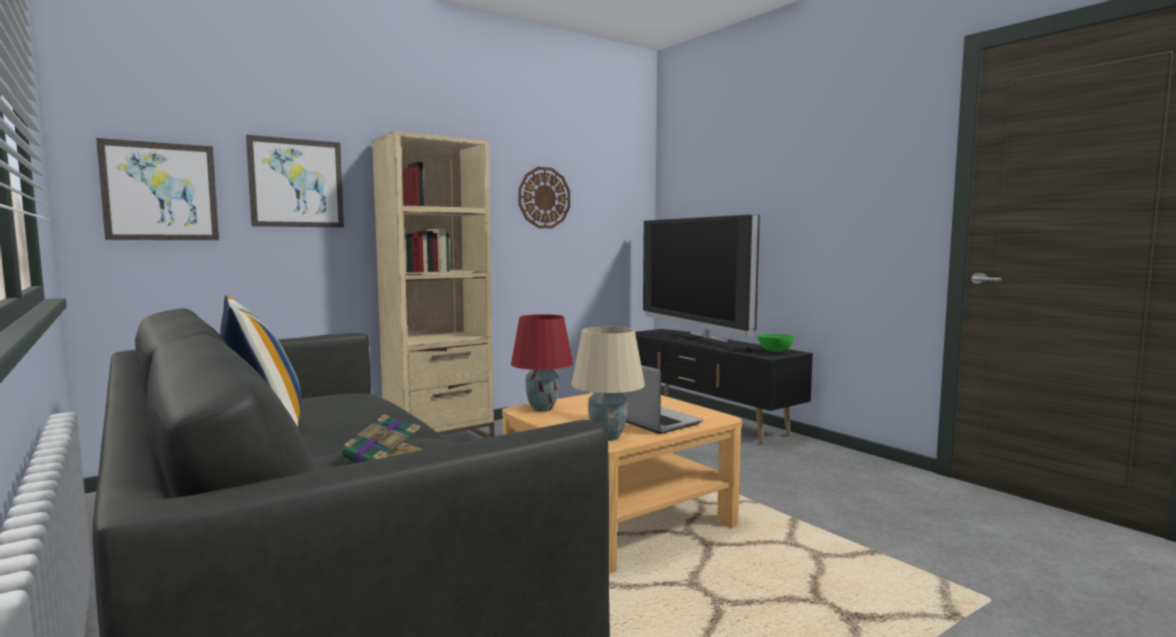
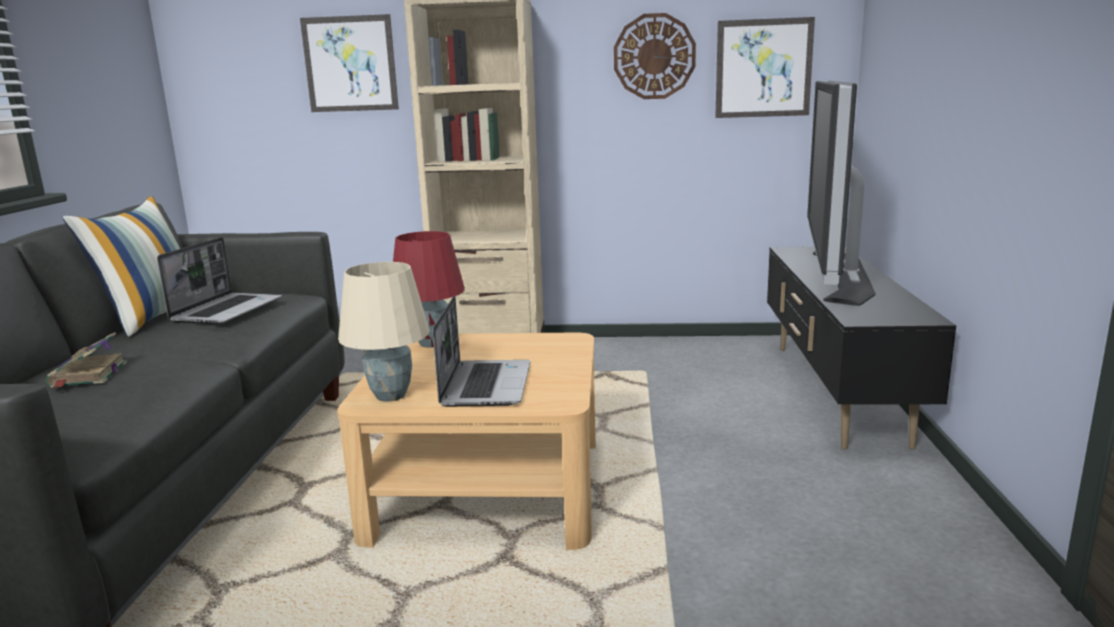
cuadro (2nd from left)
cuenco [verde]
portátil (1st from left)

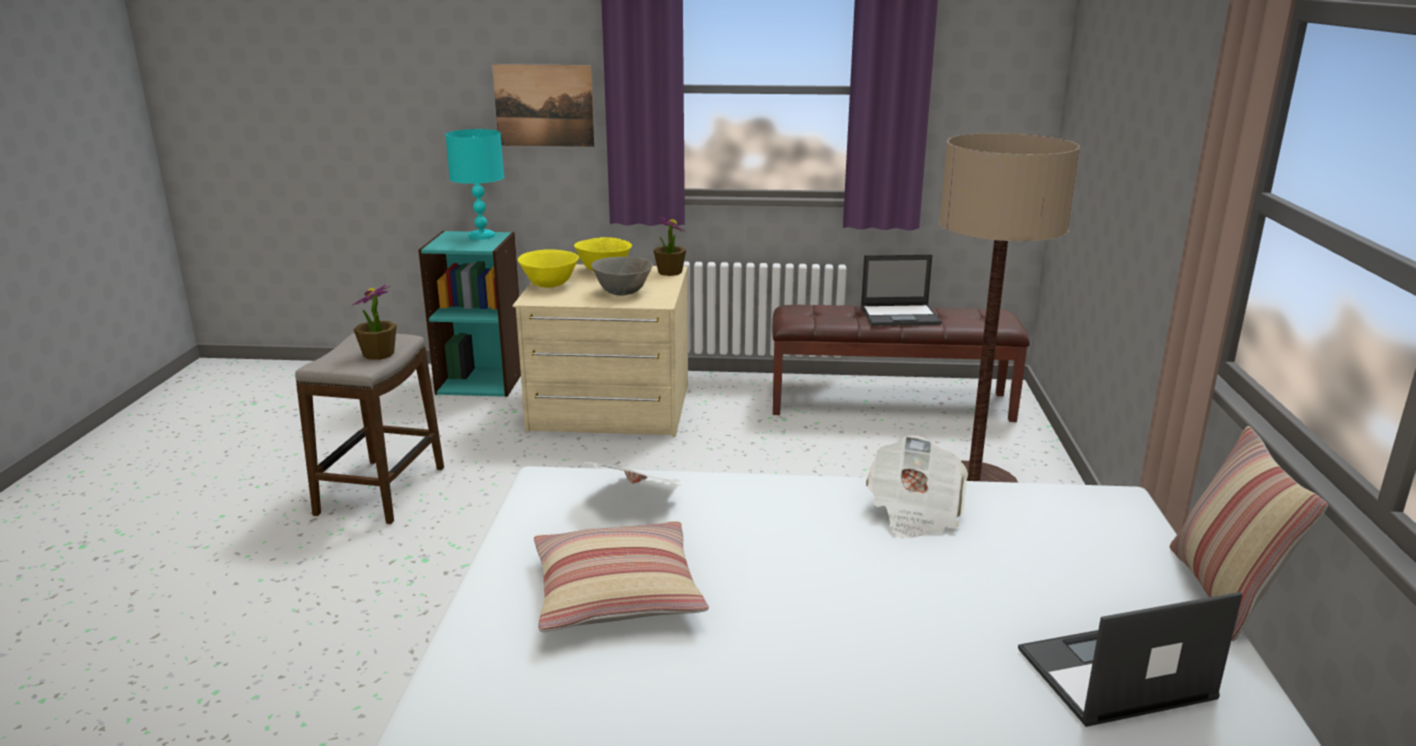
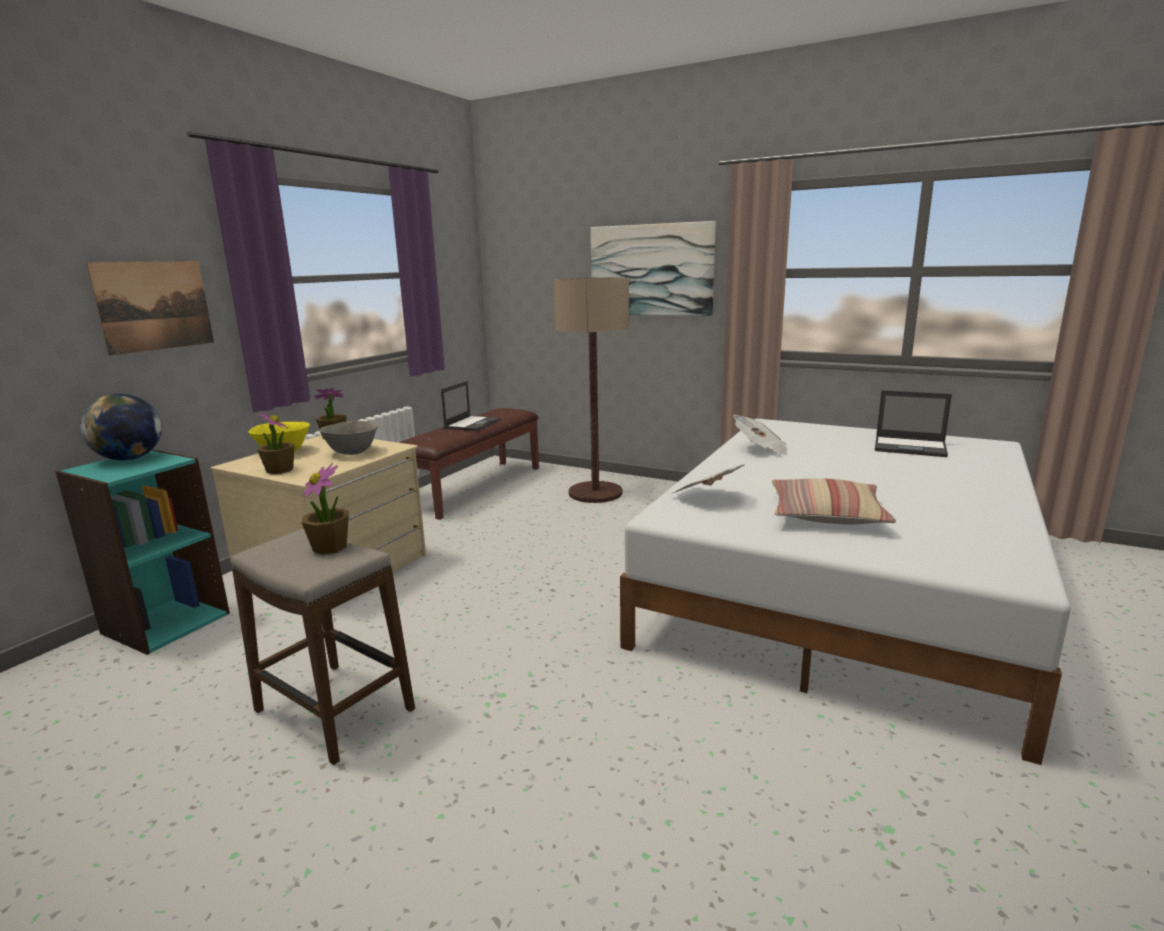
globo terráqueo
planta en maceta (1st from left)
portátil (2nd from left)
cojín (2nd from left in the first image)
cuadro (2nd from left)

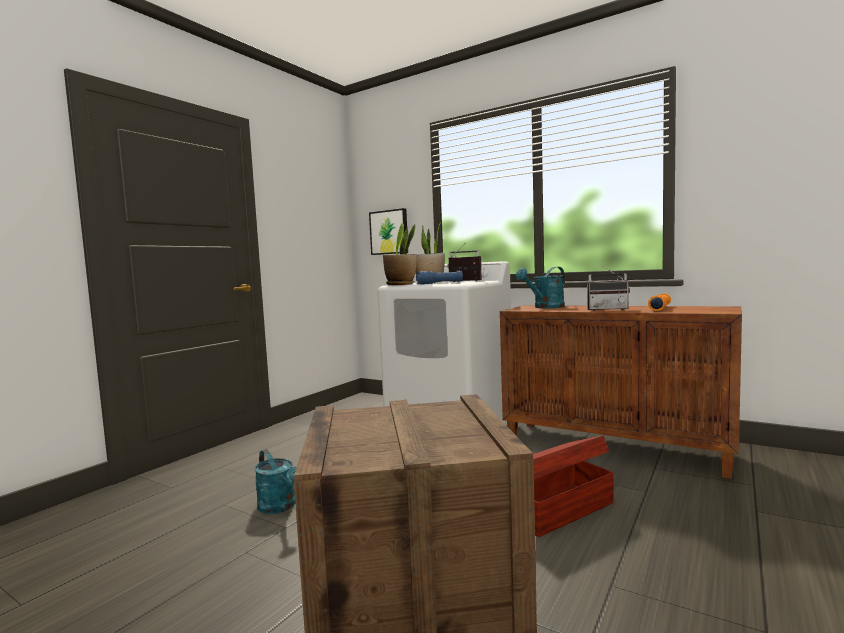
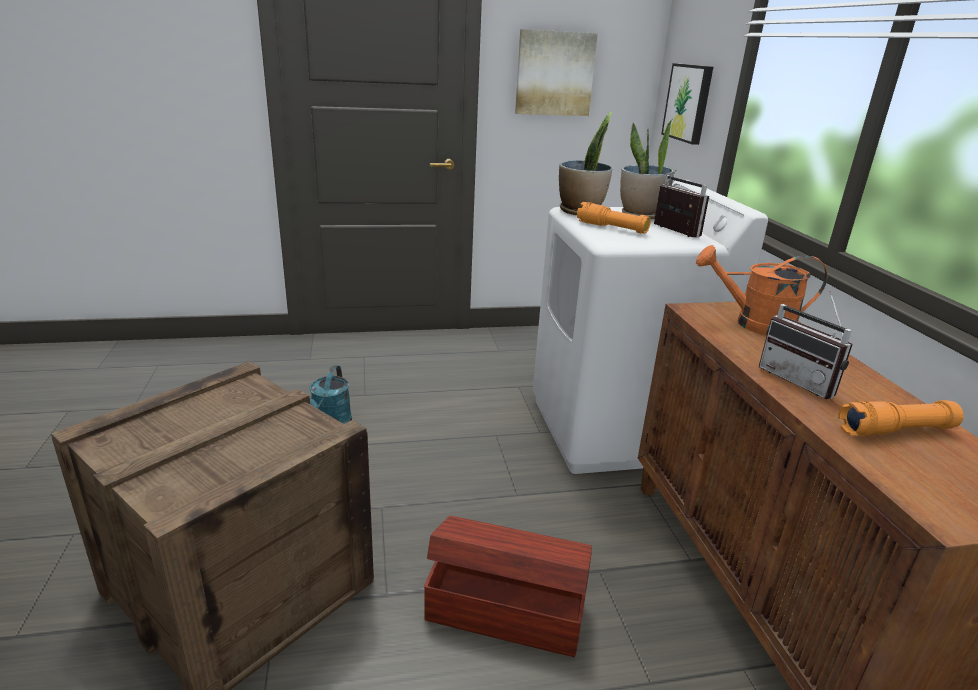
linterna [naranja] (1st from left)
regadera [naranja]
cuadro (1st from left)

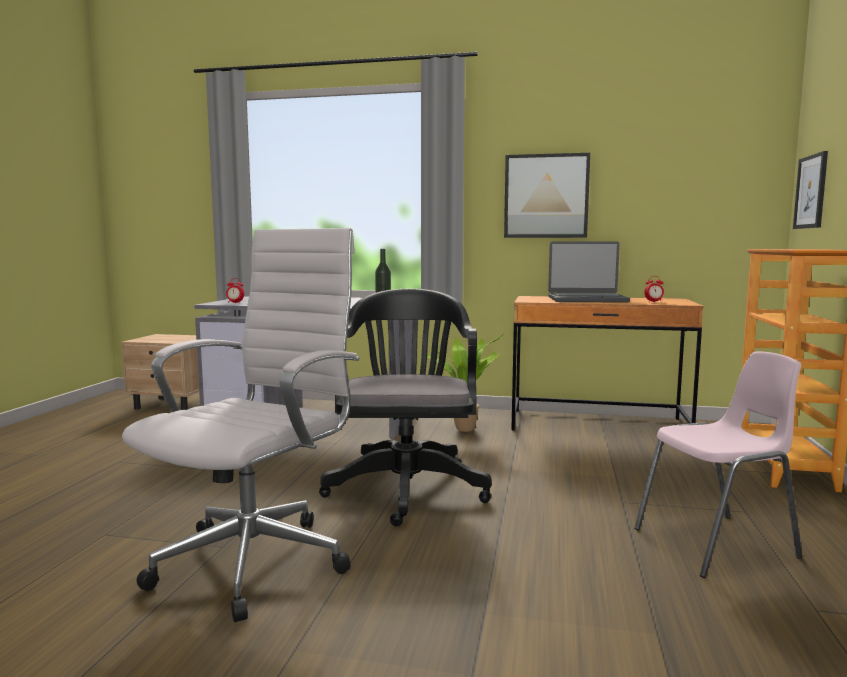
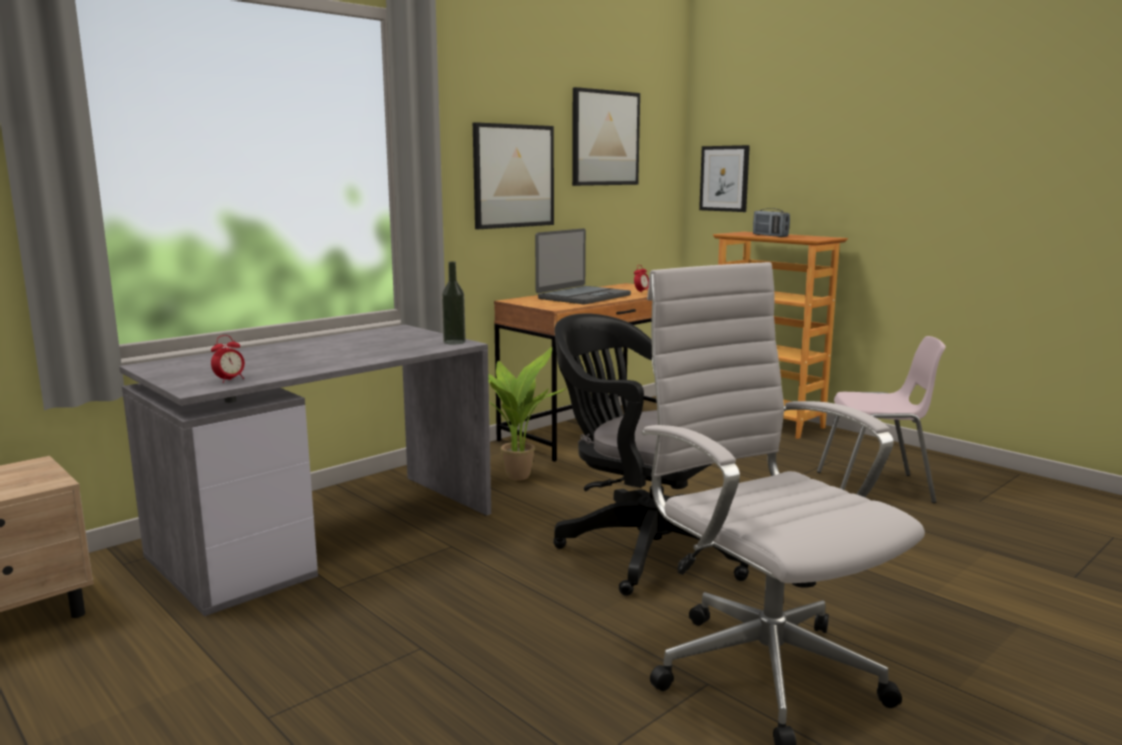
silla [rosa]
cuadro (2nd from left)
radio

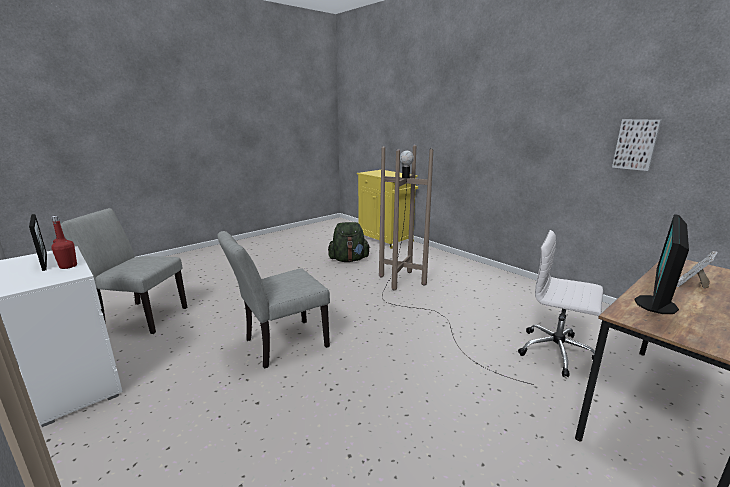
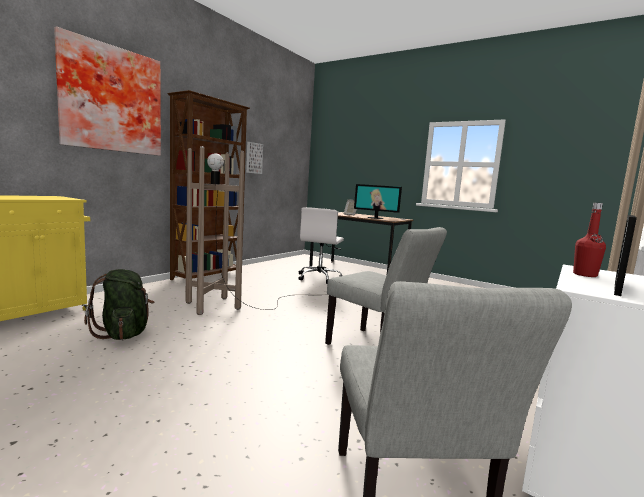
cuadro (1st from left)
estantería [marrón]

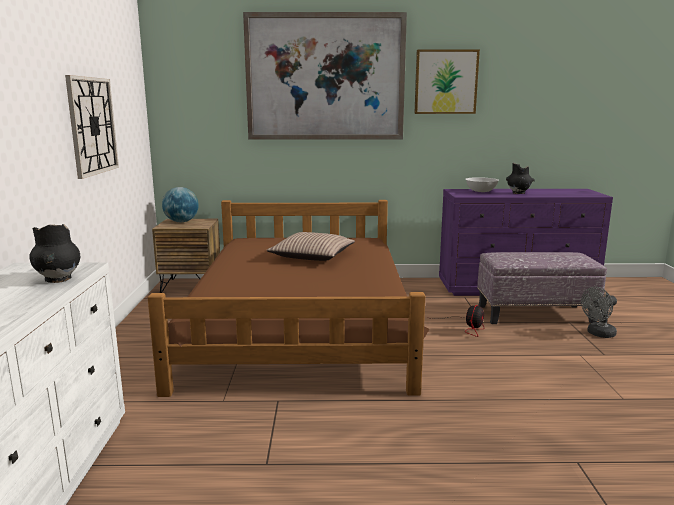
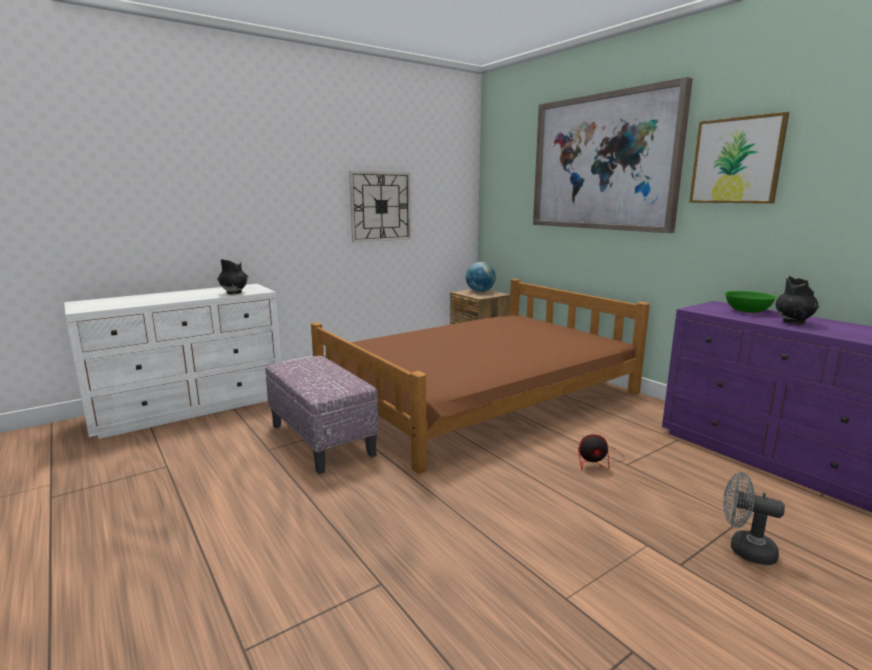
cojín
cuenco [verde]
puf

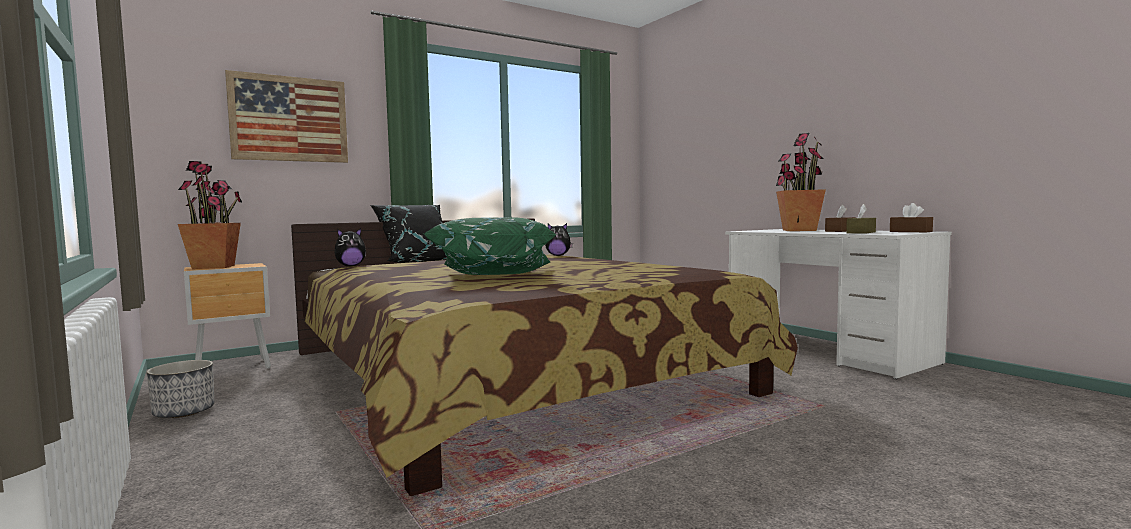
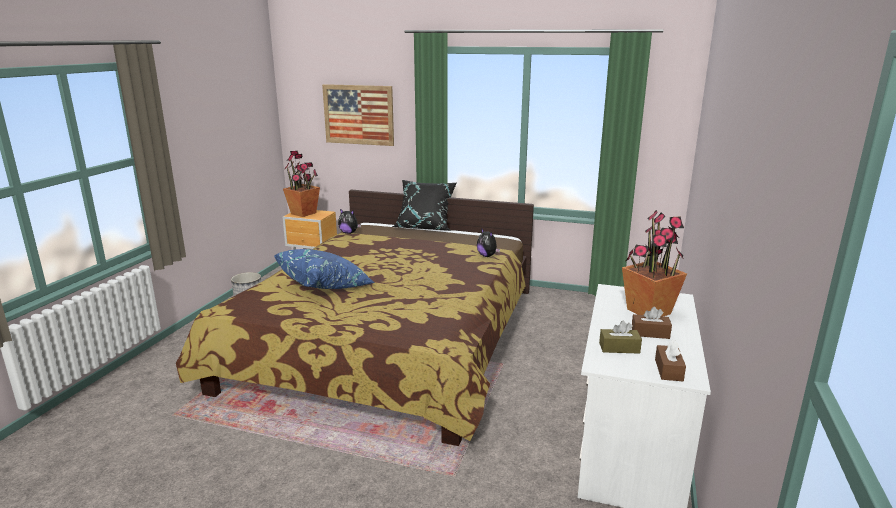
cojín [azul]

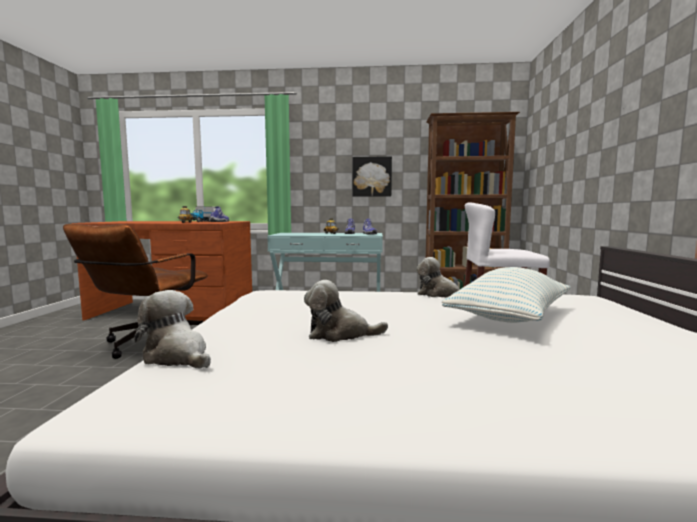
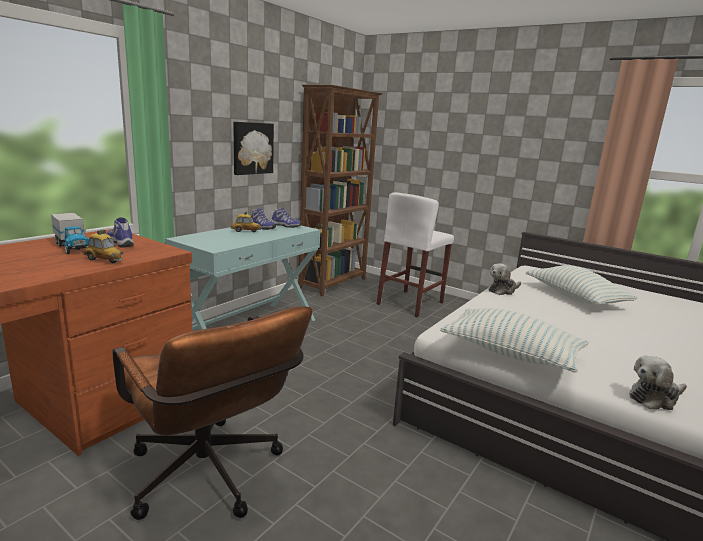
peluche (2nd from left in the first image)
cojín (1st from left)

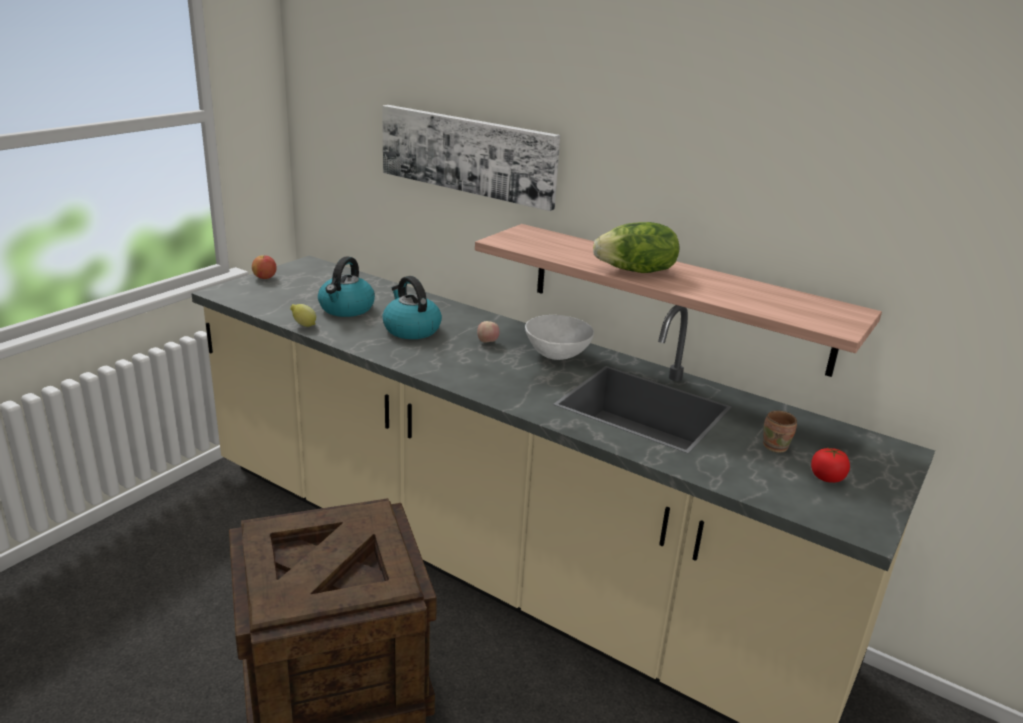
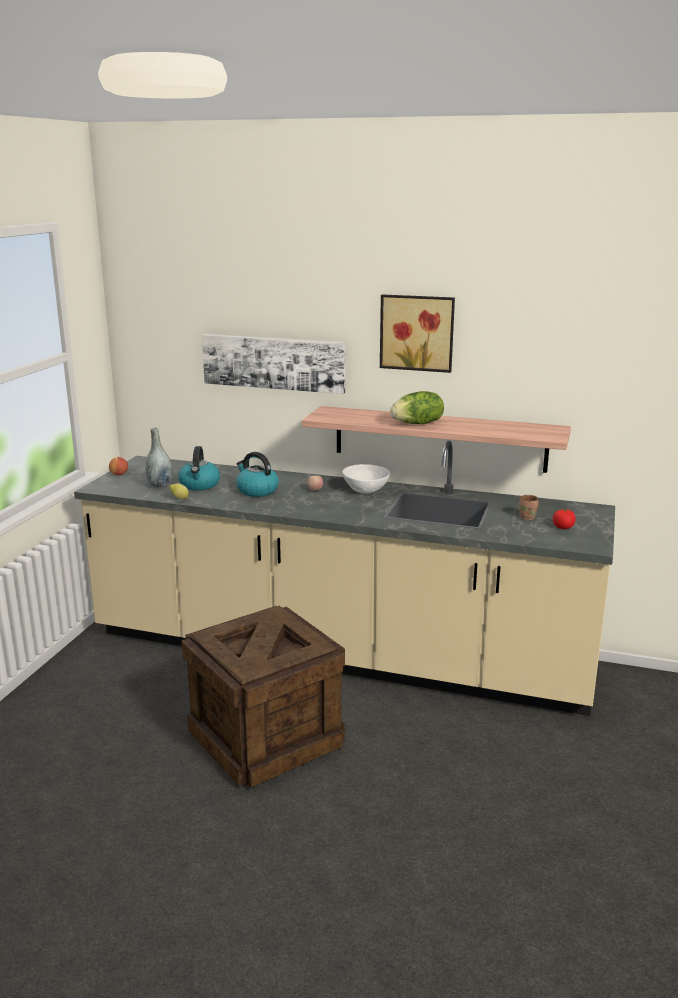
florero [gris]
cuadro (2nd from left)

